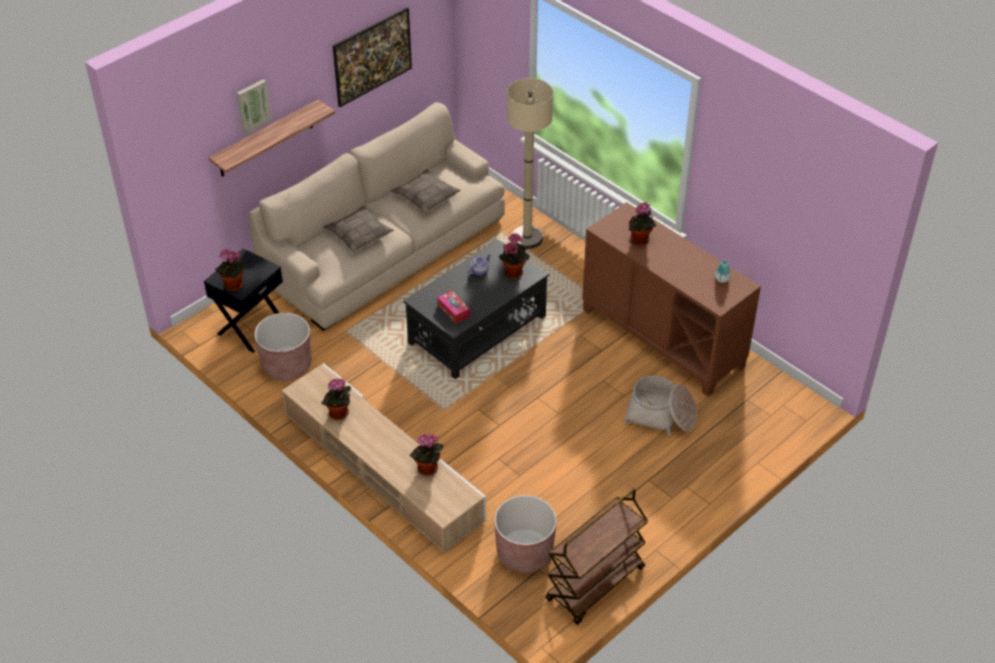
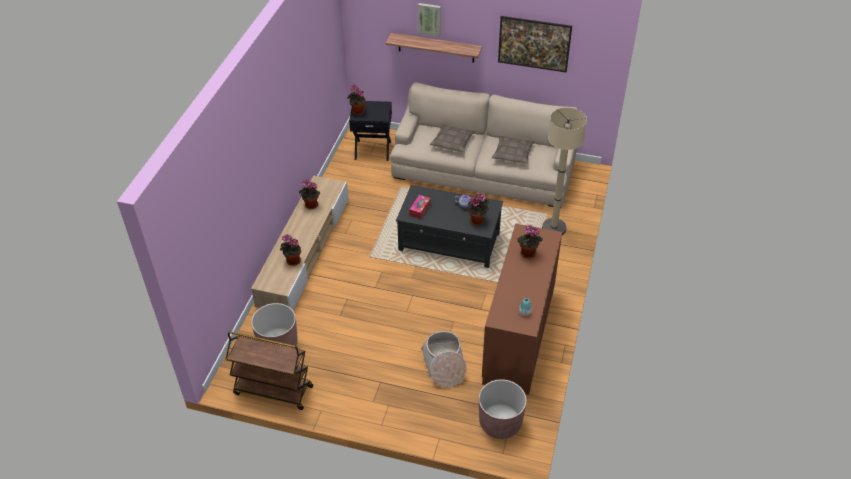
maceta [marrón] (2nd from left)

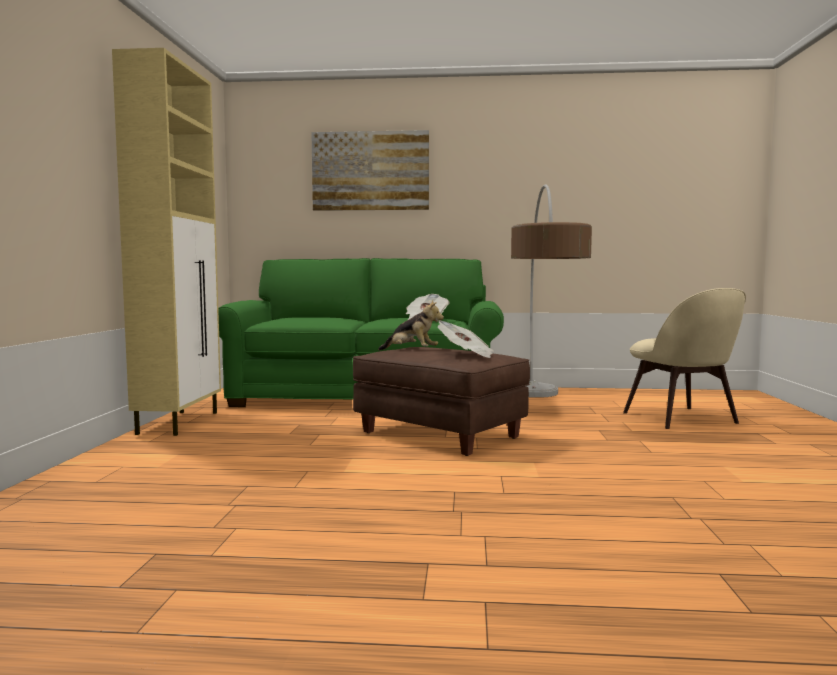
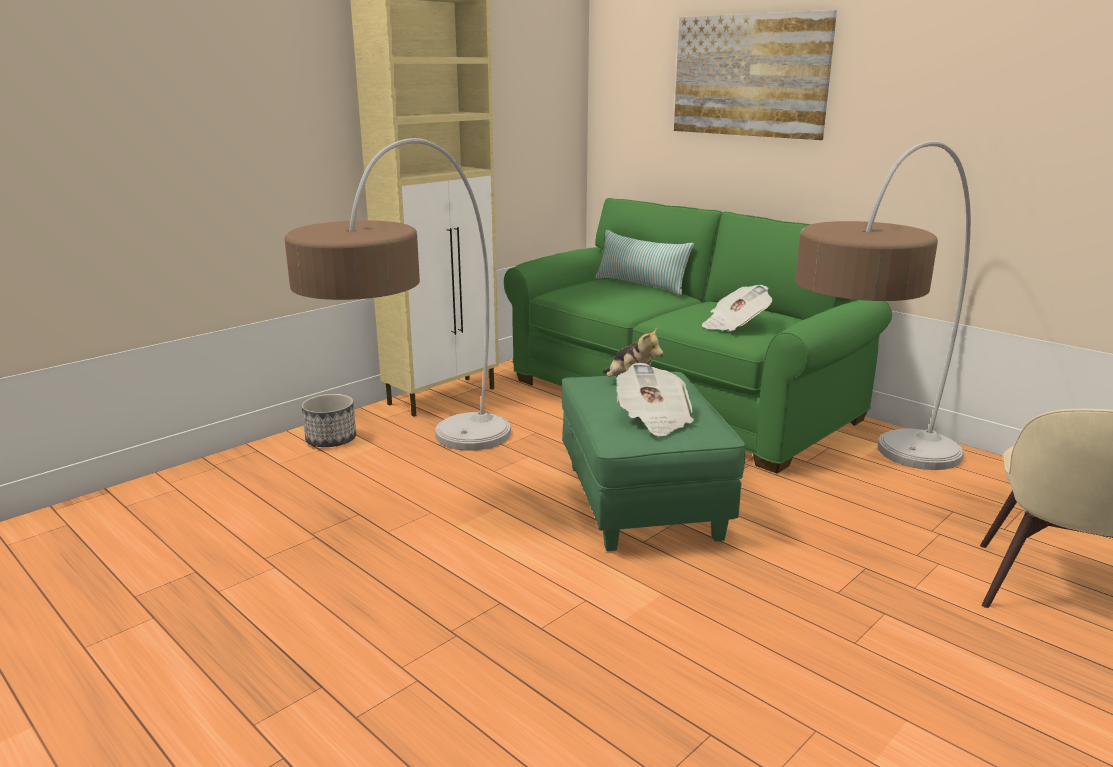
puf [verde]
lámpara de pie (1st from left)
maceta
cojín

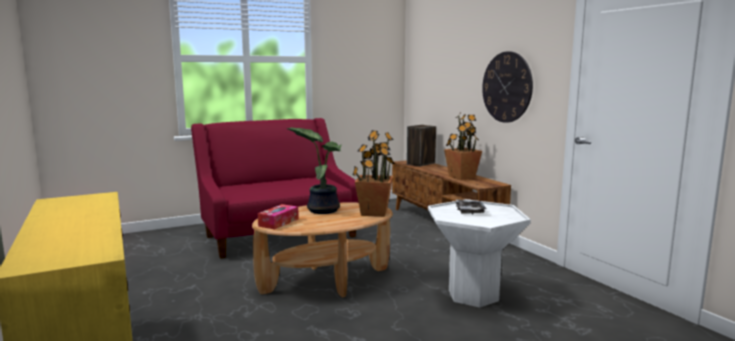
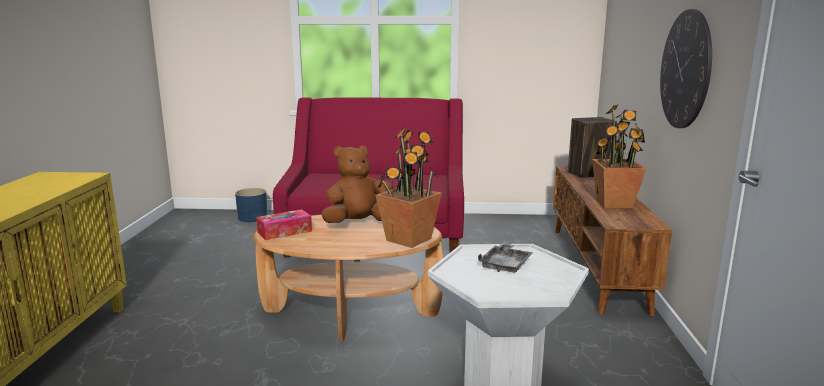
peluche [marrón]
maceta [azul]

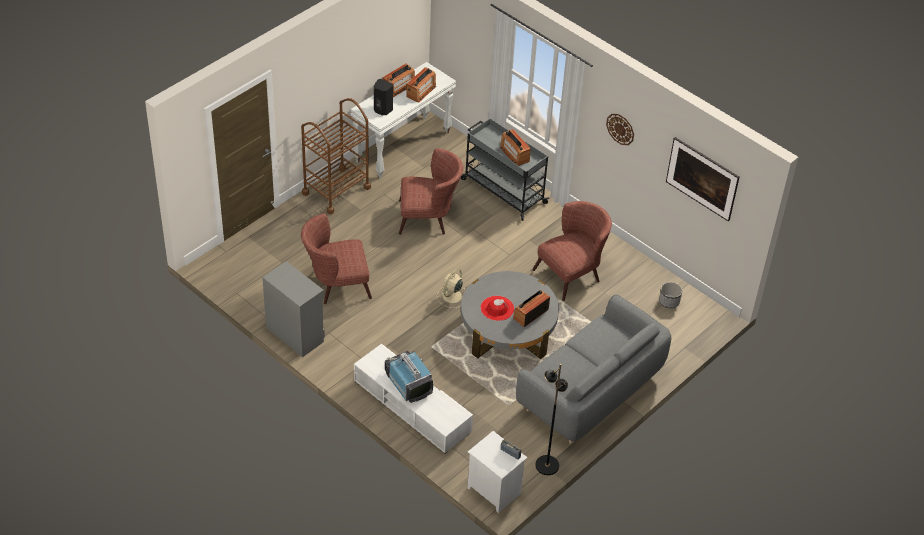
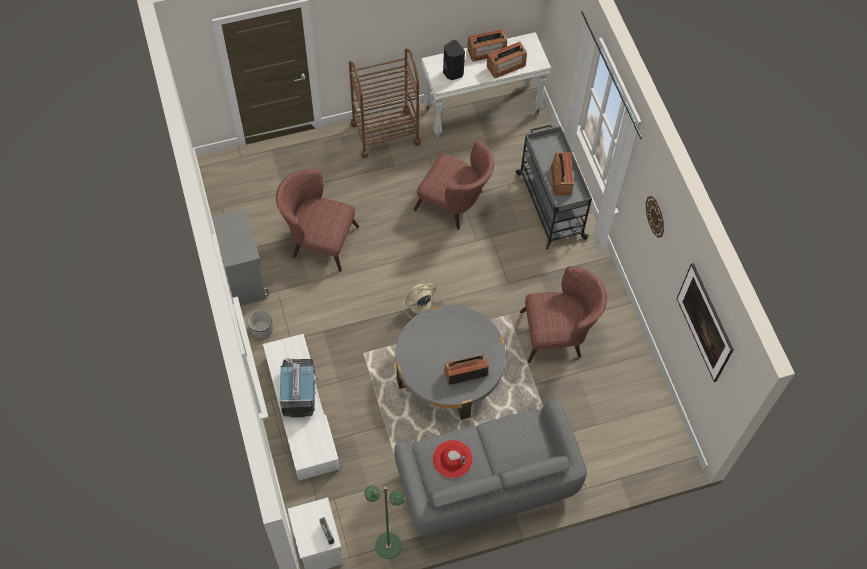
sombrero [rojo]
lámpara de pie [verde]
maceta

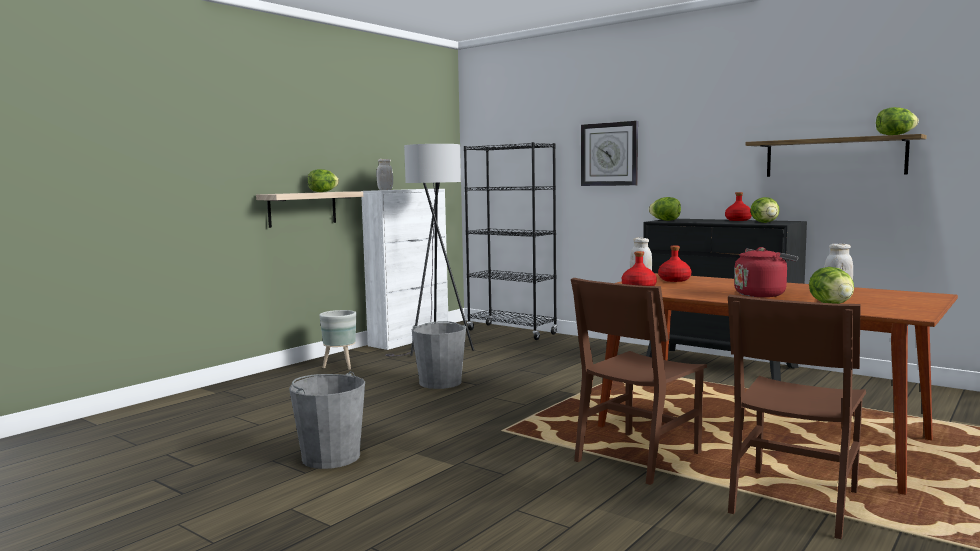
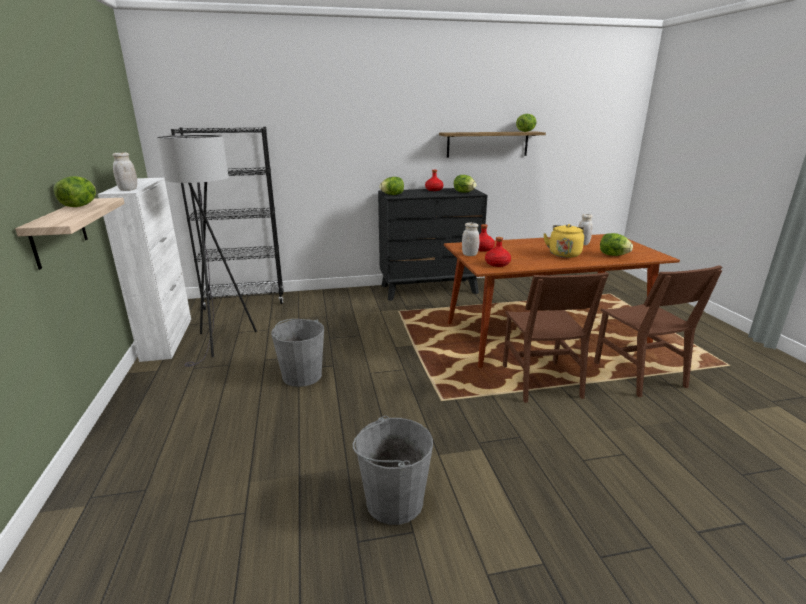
maceta [gris]
reloj de pared
hervidor [amarillo]

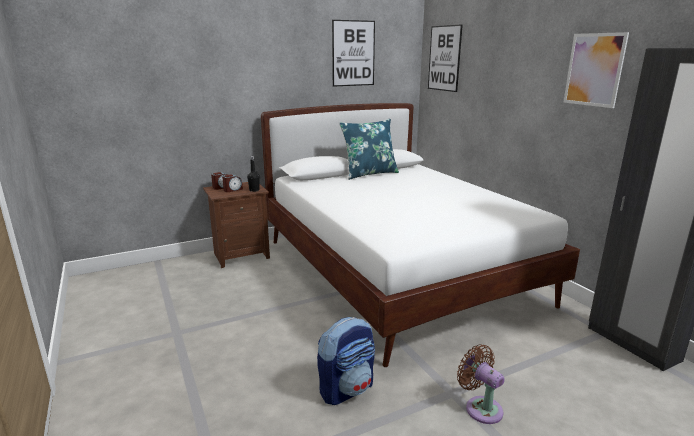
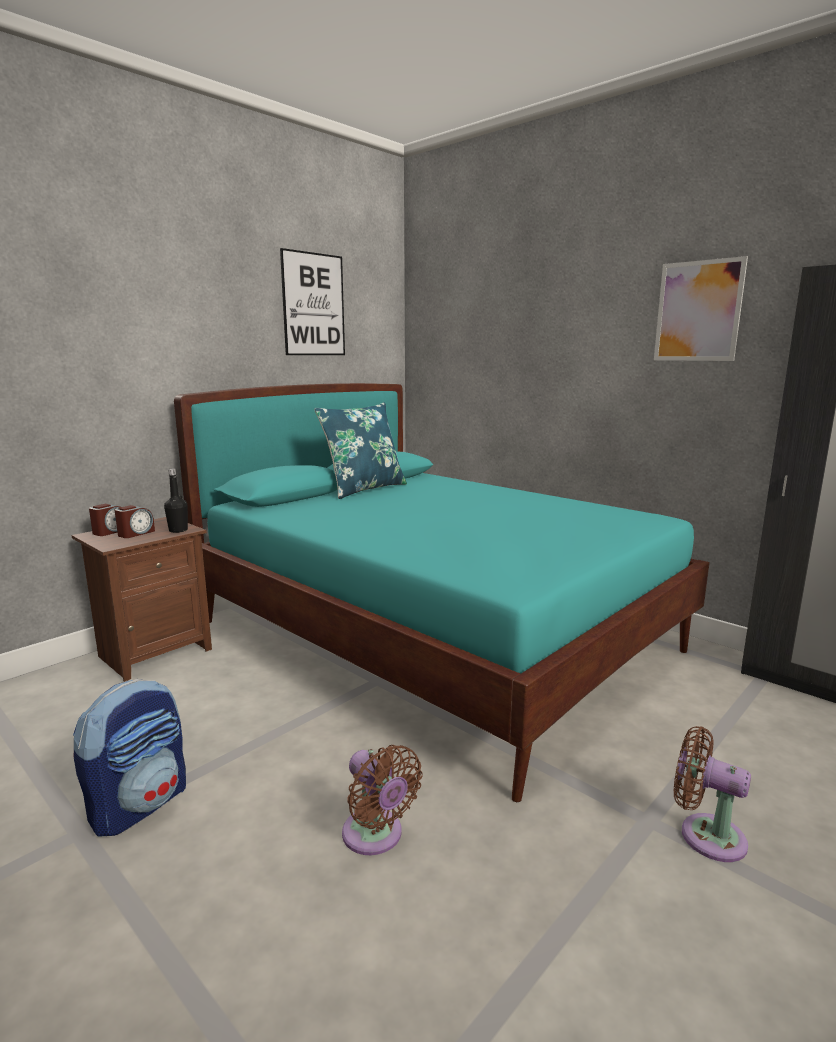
cama [turquesa]
mochila
cuadro (2nd from left in the first image)
ventilador [marrón] (1st from left)

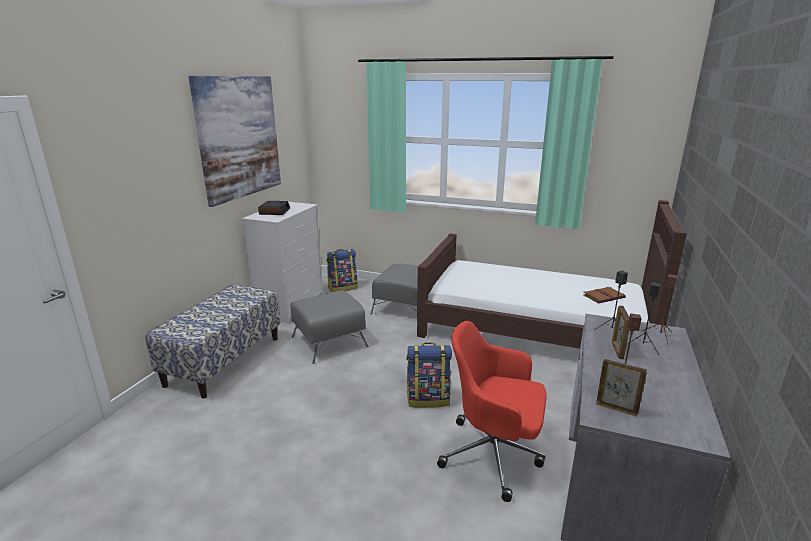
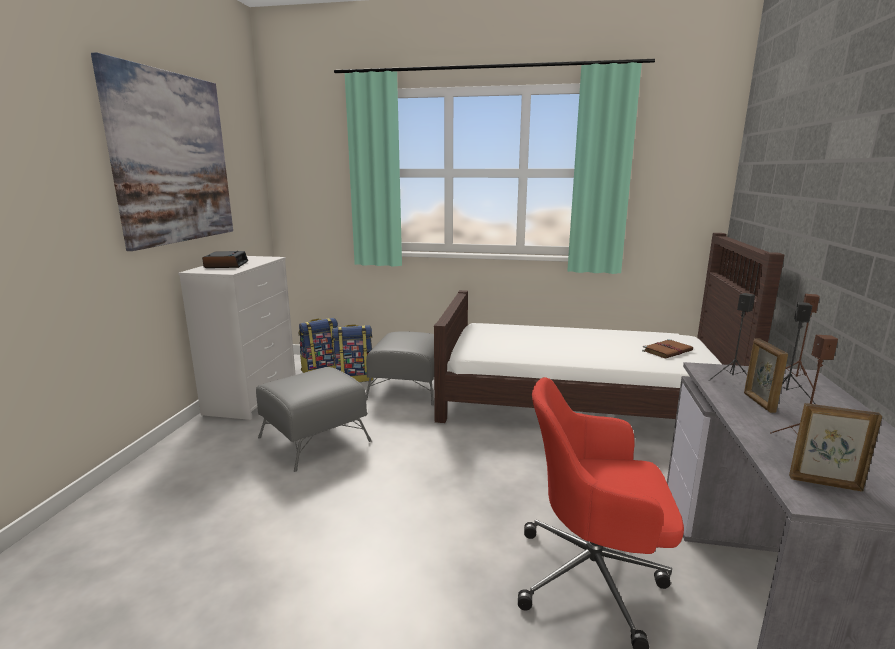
banco
mochila (2nd from left)

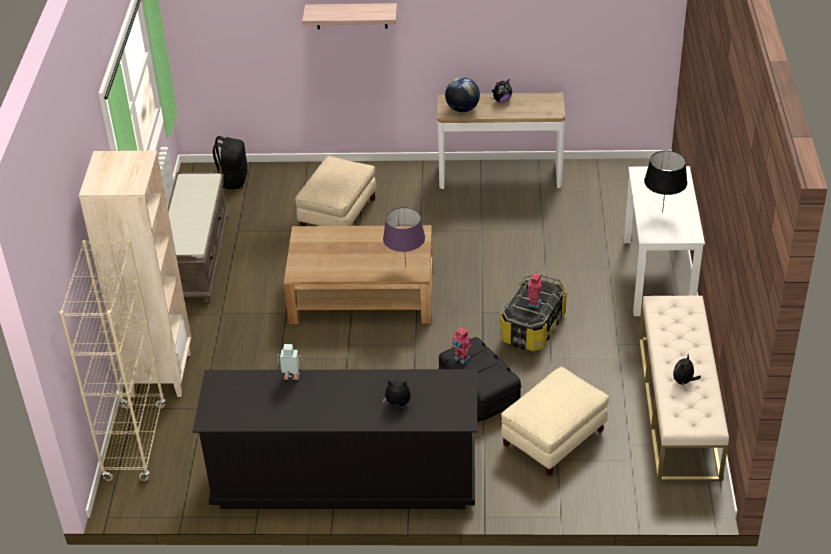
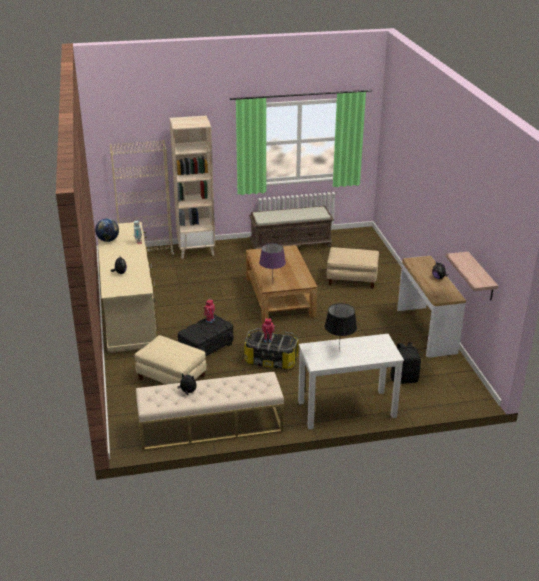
cómoda [beis]
mochila [negro]
estante
globo terráqueo

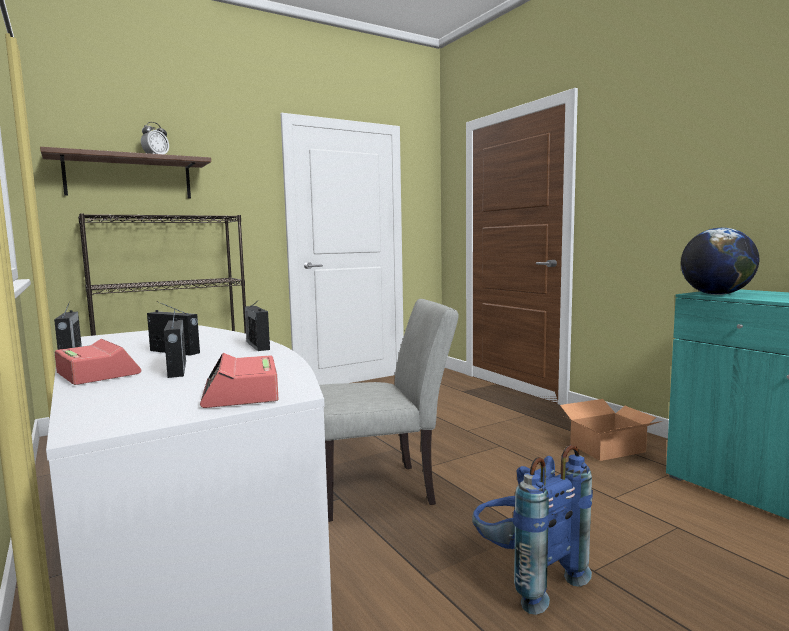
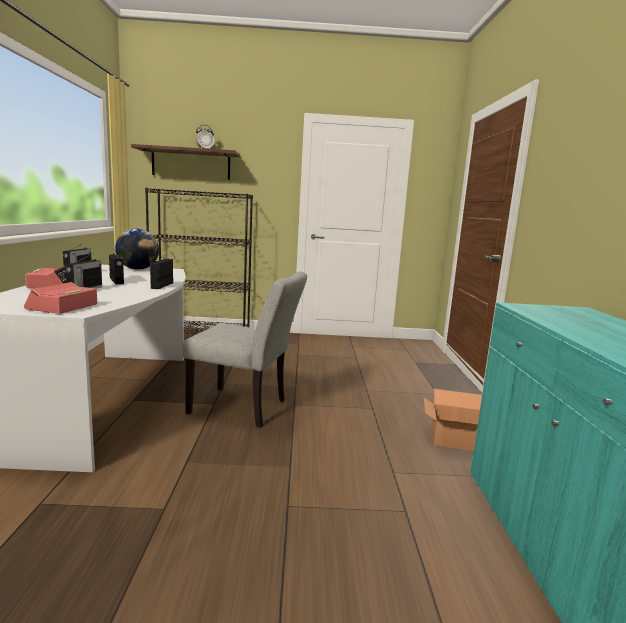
mochila [azul]
globo terráqueo

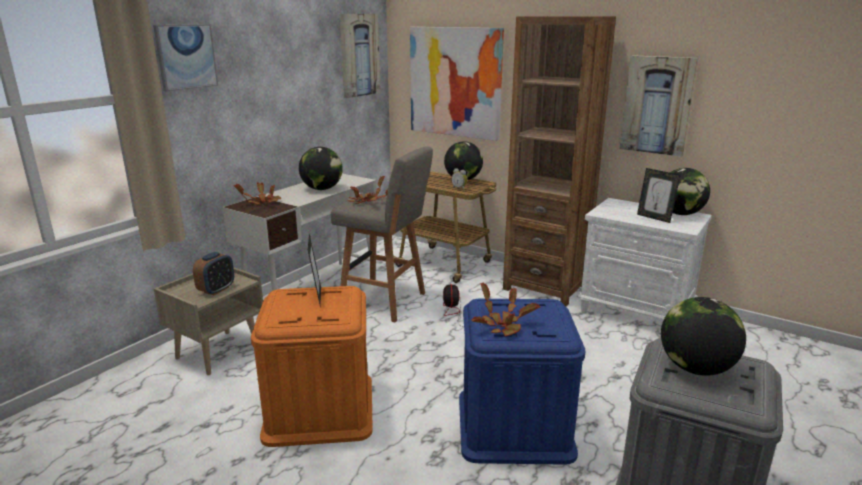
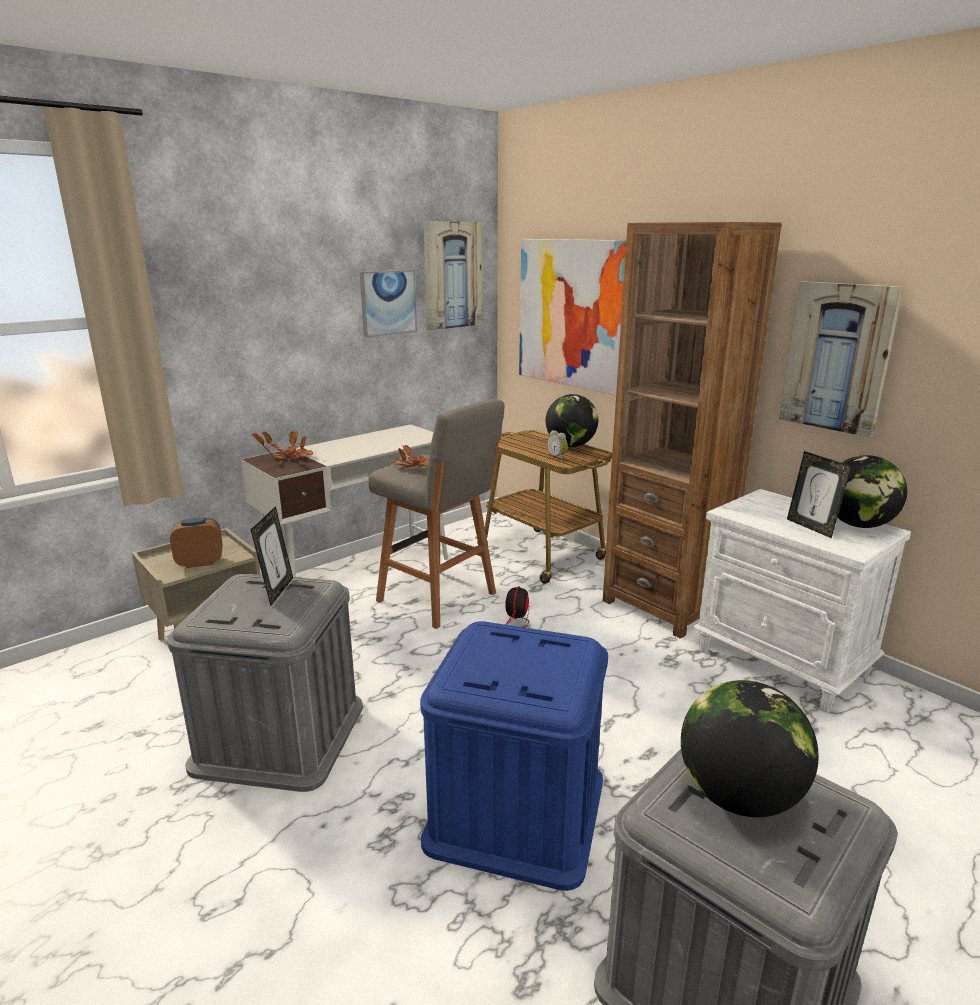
cuadro (1st from left)
despertador (1st from left)
caja de almacenaje [gris] (1st from left)
globo terráqueo (1st from left in the first image)
planta en maceta (3rd from left in the first image)

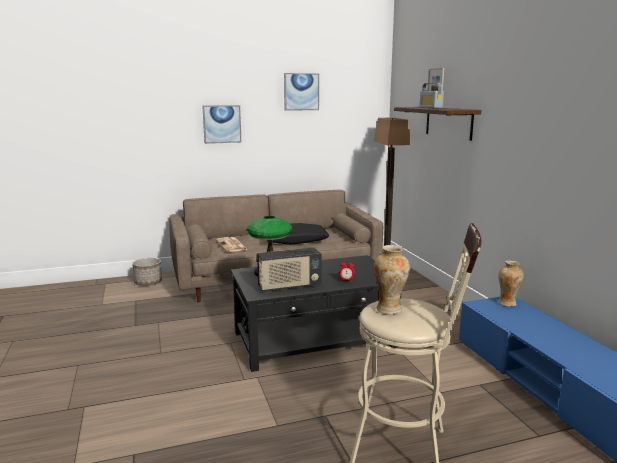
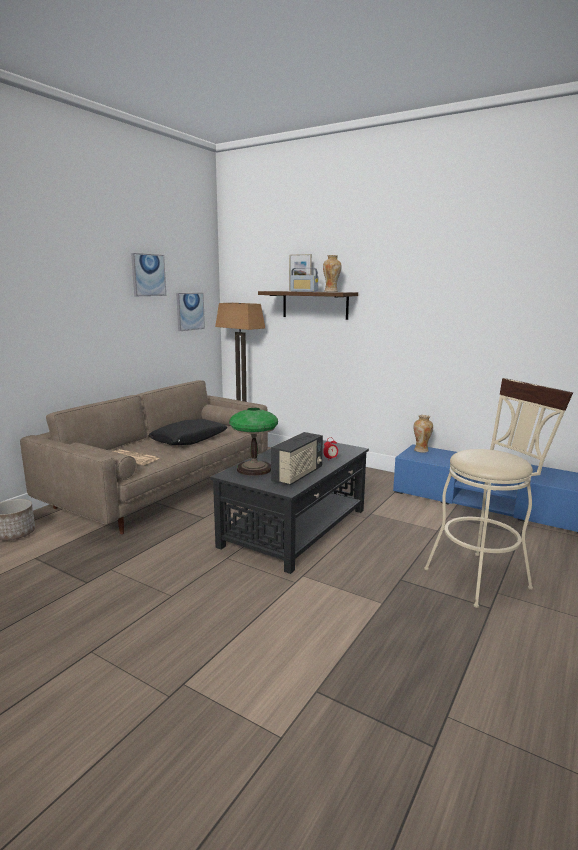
cuadro (2nd from left)
florero (1st from left)

